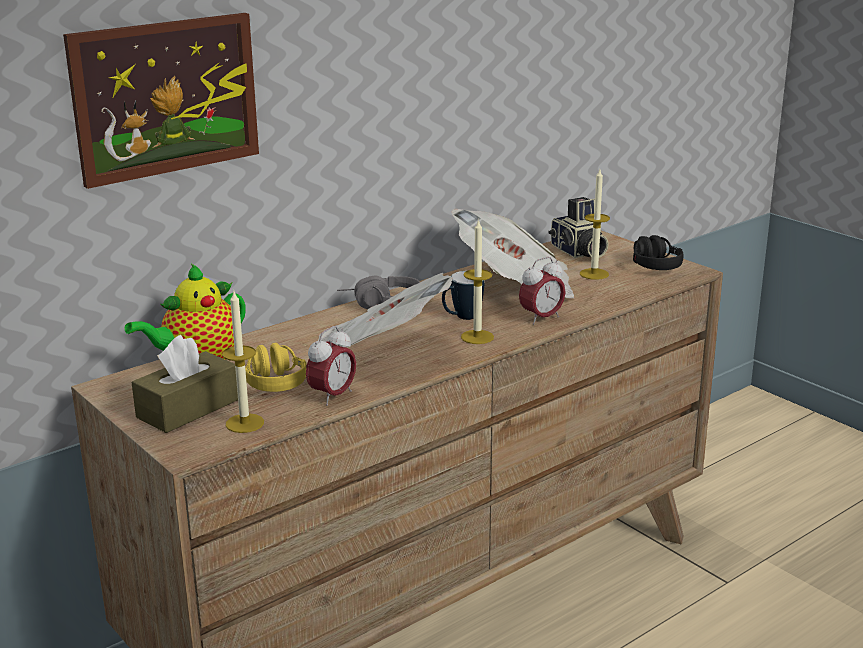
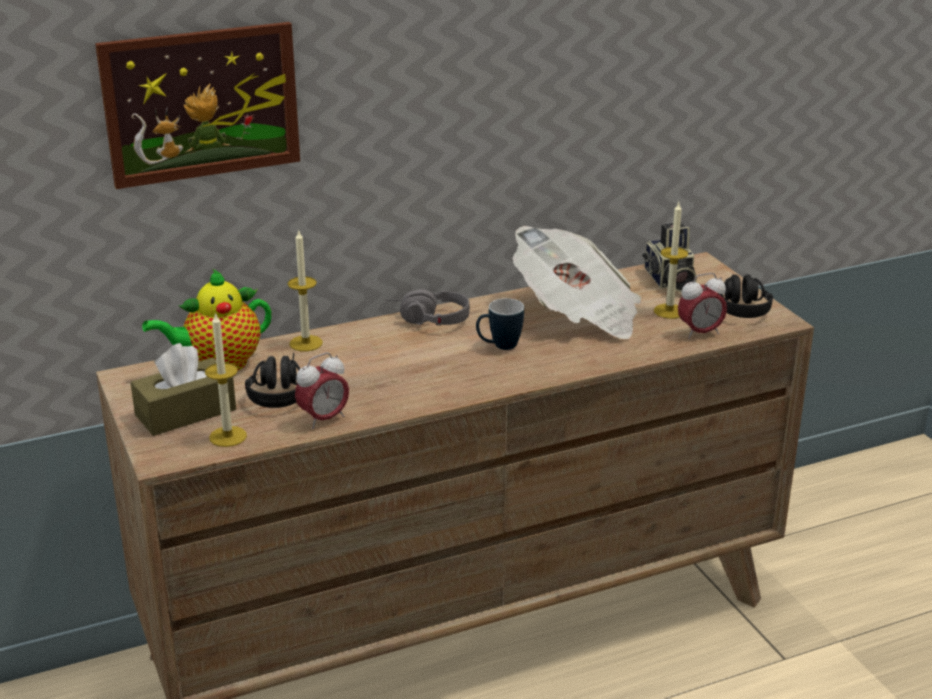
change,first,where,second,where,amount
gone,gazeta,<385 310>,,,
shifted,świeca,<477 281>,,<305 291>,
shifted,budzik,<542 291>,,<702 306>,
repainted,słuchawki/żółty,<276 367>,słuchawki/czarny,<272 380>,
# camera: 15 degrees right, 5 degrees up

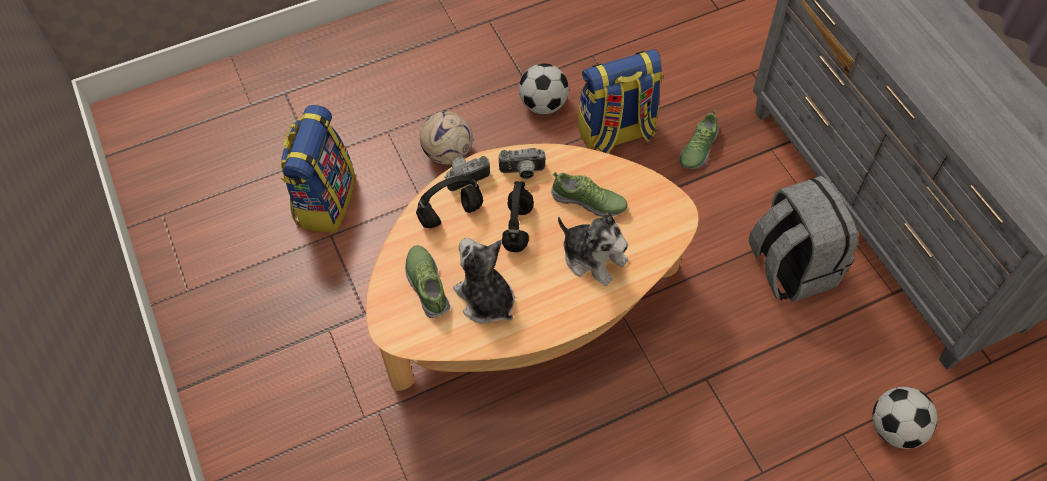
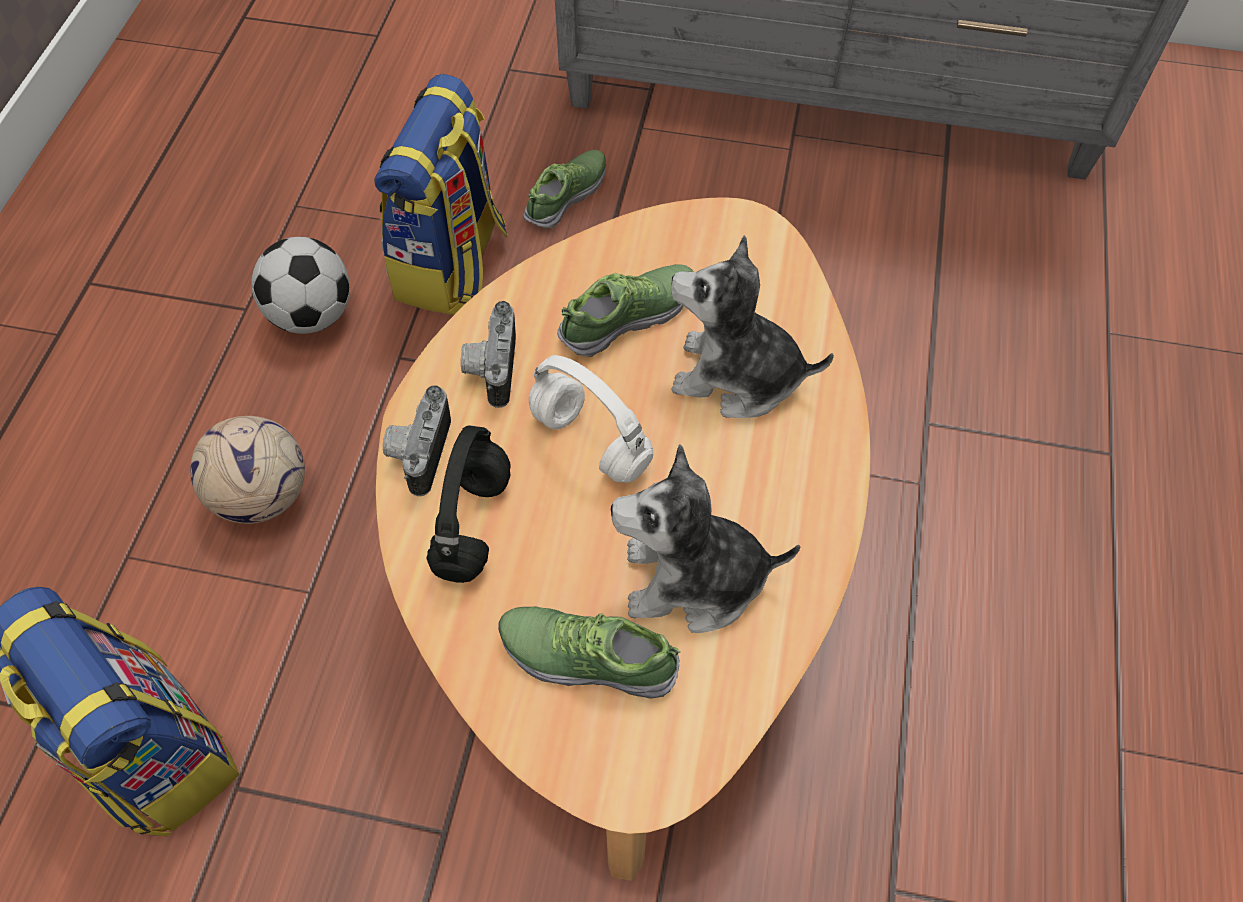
change,first,where,second,where,amount
gone,plecak/szary,<803 239>,,,
gone,piłka futbolowa,<904 418>,,,
repainted,słuchawki/czarny,<518 216>,słuchawki/biały,<591 419>,
rotated,aparat fotograficzny,<522 163>,,<488 354>,150 degrees clockwise
rotated,pluszak,<593 249>,,<752 326>,150 degrees counterclockwise
rotated,but,<699 139>,,<564 189>,120 degrees counterclockwise
# camera: 55 degrees left, 0 degrees up

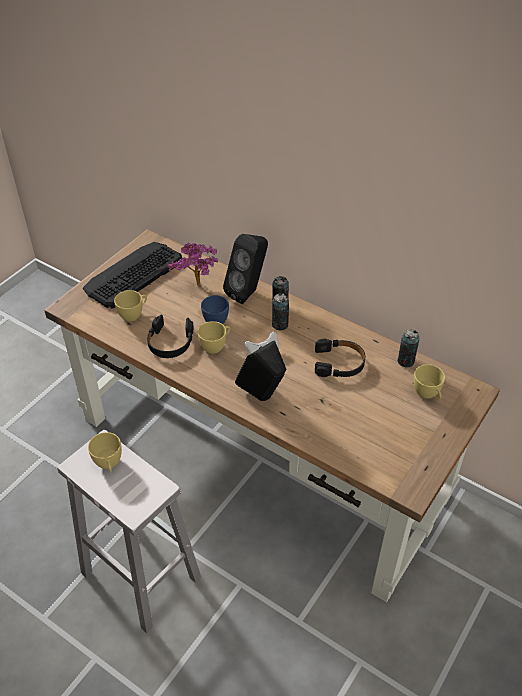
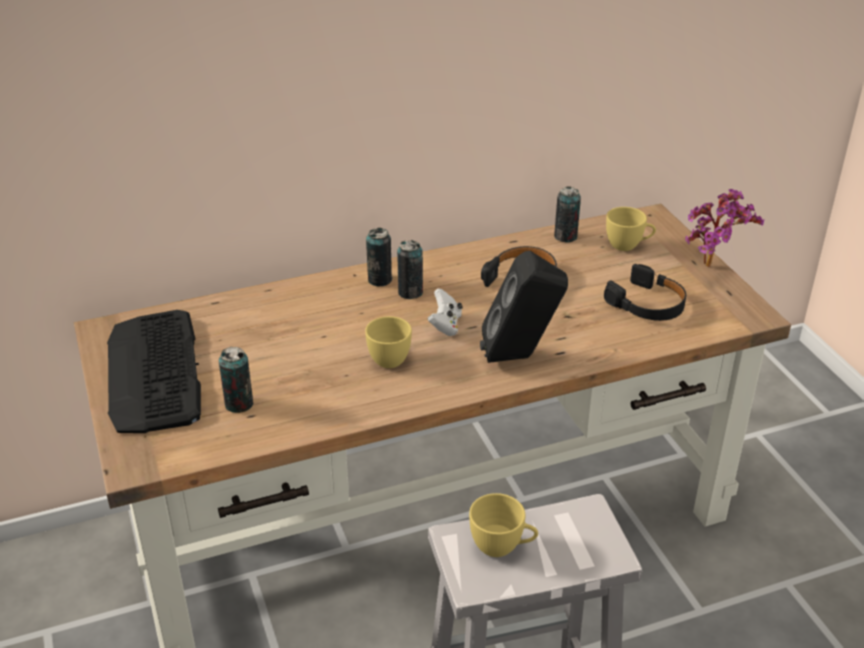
change,first,where,second,where,amount
gone,filiżanka/niebieski,<215 309>,,,
gone,głośnik/czarny,<245 269>,,,
shifted,słuchawki/czarny,<170 336>,,<645 292>,
shifted,roślina doniczkowa,<192 264>,,<724 228>,
swapped,filiżanka/żółty,<130 305>,puszka,<236 380>,
# camera: 55 degrees left, 10 degrees down

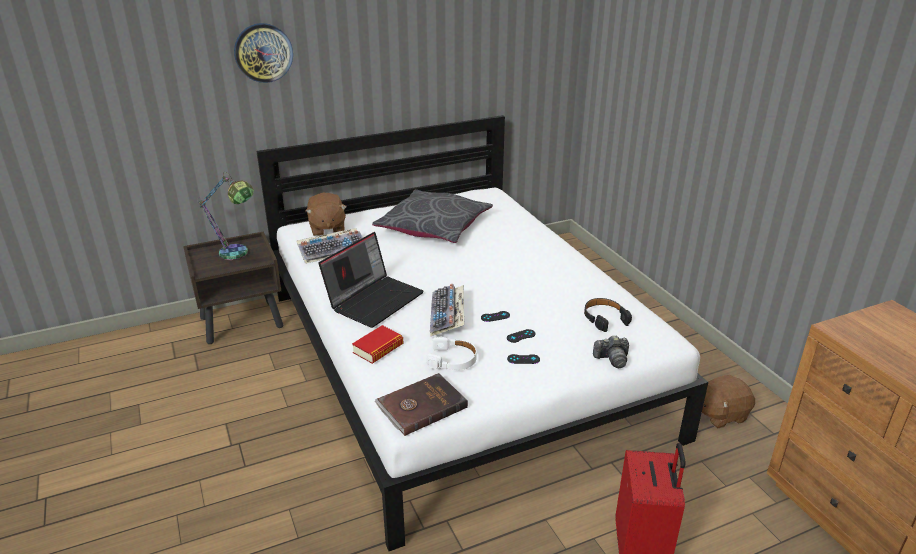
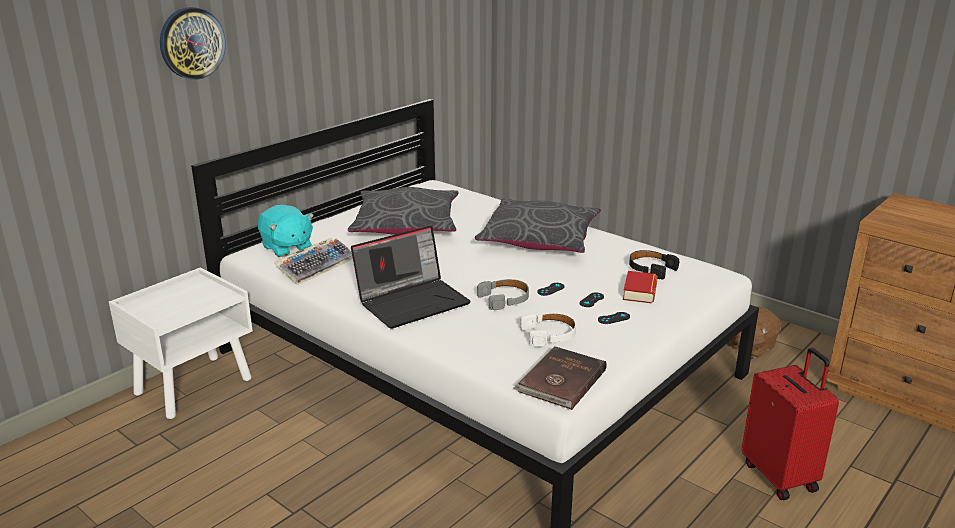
change,first,where,second,where,amount
gone,lampa stołowa,<225 216>,,,
gone,aparat fotograficzny,<611 351>,,,
new,,,poduszka/szary,<538 226>,
shifted,książka,<377 344>,,<640 287>,
swapped,klawiatura,<447 310>,słuchawki/szary,<503 294>,
repainted,szafka nocna/brązowy,<233 287>,szafka nocna/biały,<181 343>,
repainted,pluszak/brązowy,<326 214>,pluszak/turkusowy,<286 231>,
rotated,laptop,<371 280>,,<411 277>,45 degrees clockwise
# camera: 25 degrees left, 5 degrees down

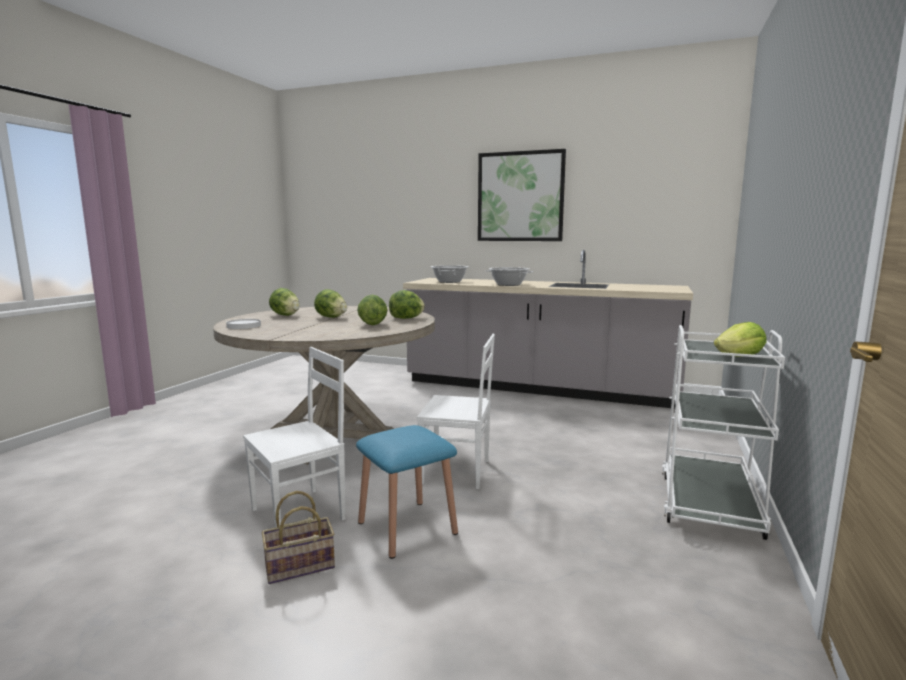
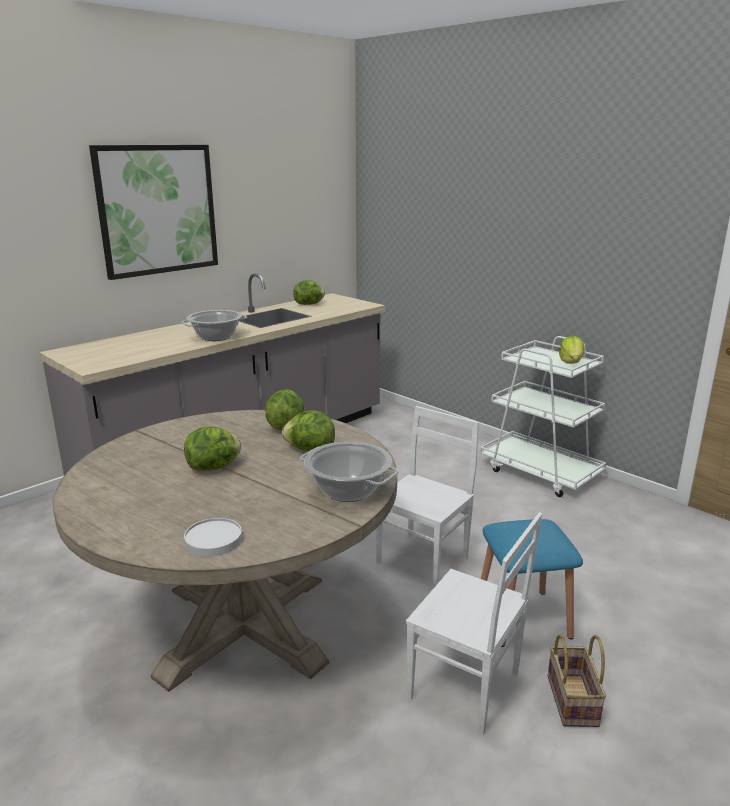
change,first,where,second,where,amount
shifted,sałata,<284 302>,,<309 292>,
shifted,garnek,<450 274>,,<349 471>,
rotated,krzesło/biały,<294 437>,,<474 623>,135 degrees clockwise
# camera: 65 degrees left, 10 degrees up

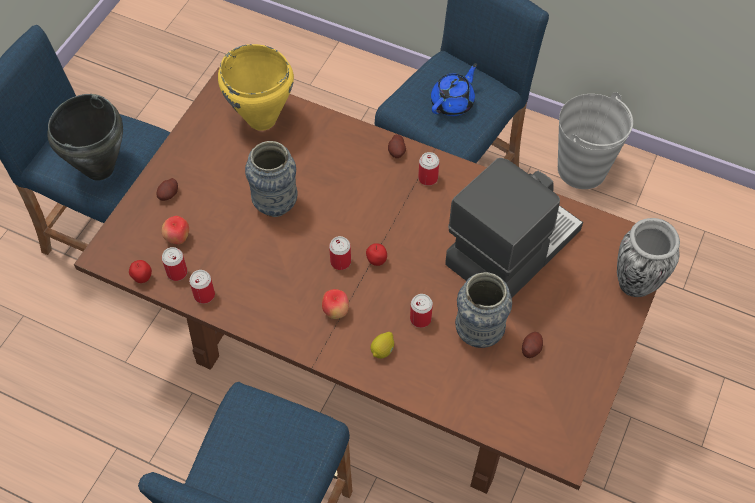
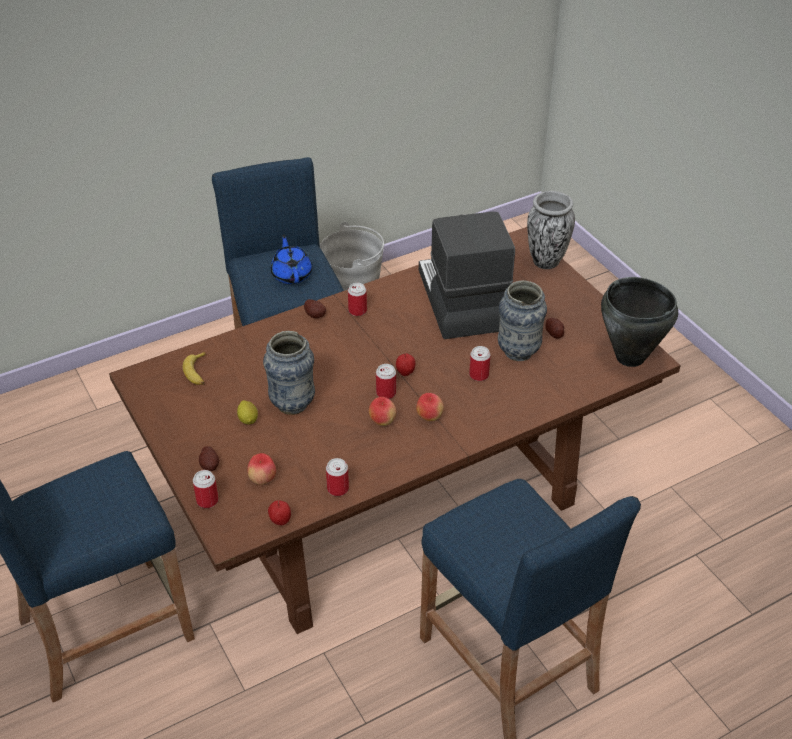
change,first,where,second,where,amount
new,,,jabłko,<383 411>,
shifted,garnek/czarny,<85 137>,,<639 322>,
shifted,puszka,<174 264>,,<206 489>,
shifted,cytryna,<382 345>,,<247 412>,
swapped,garnek/żółty,<256 87>,banan,<194 368>,
# camera: 55 degrees left, 15 degrees down

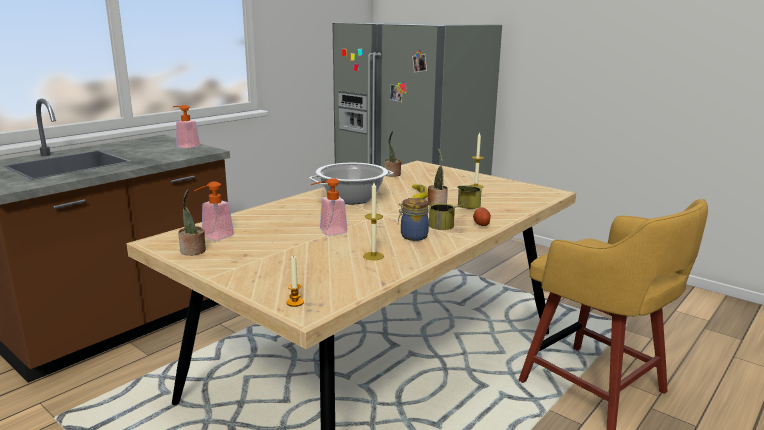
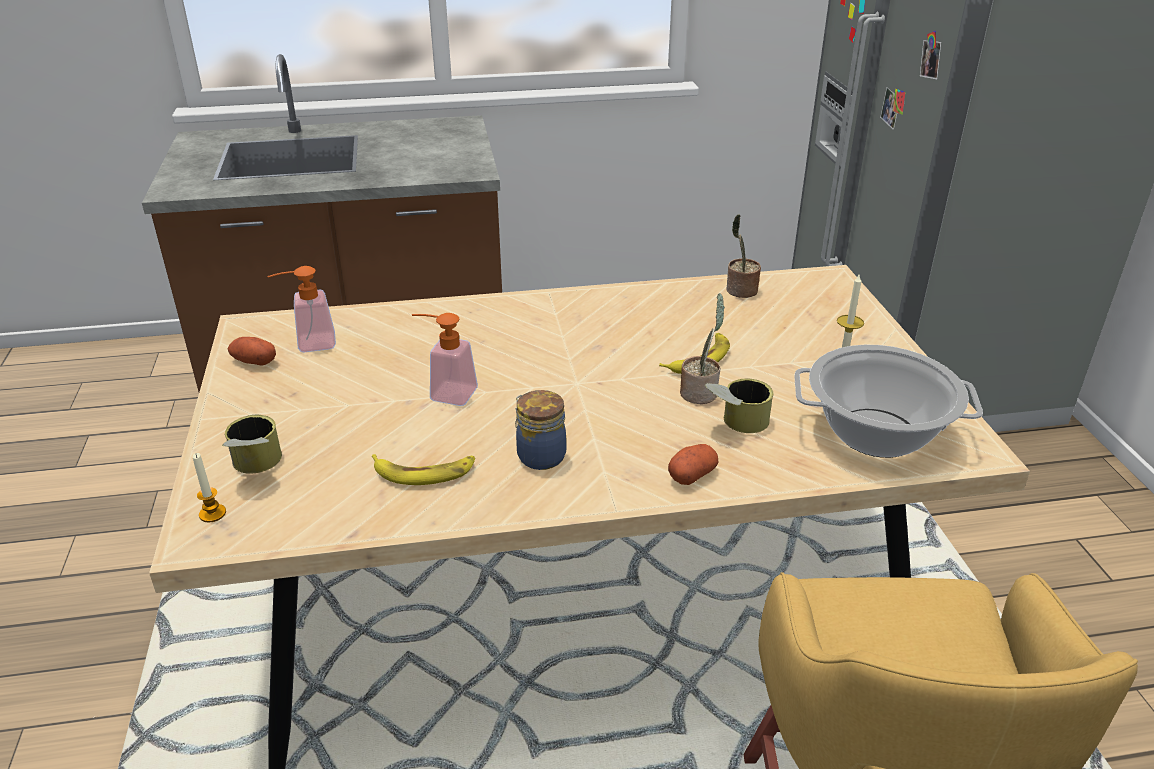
change,first,where,second,where,amount
gone,dozownik mydła,<186 127>,,,
shifted,garnek,<351 183>,,<888 401>,
shifted,puszka,<449 216>,,<252 444>,
swapped,roślina doniczkowa,<192 222>,ziemniak,<252 351>,
swapped,świeca,<373 221>,banan,<423 469>,
# camera: 40 degrees right, 15 degrees up

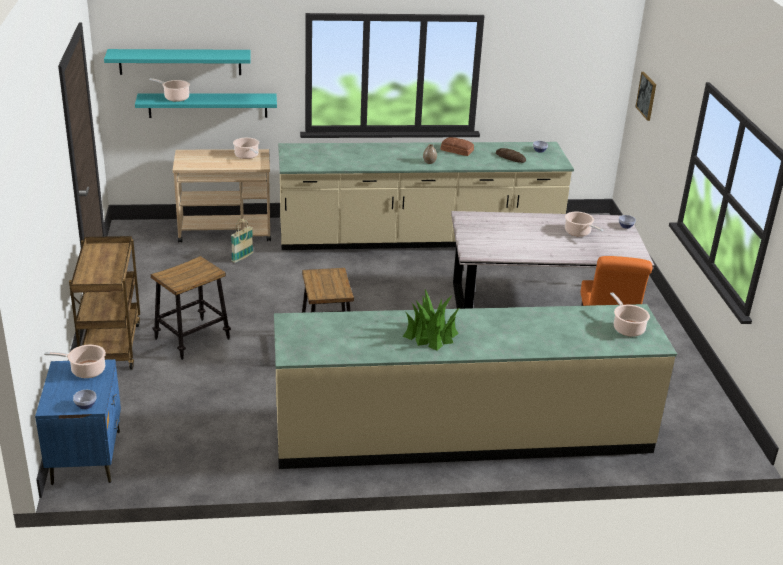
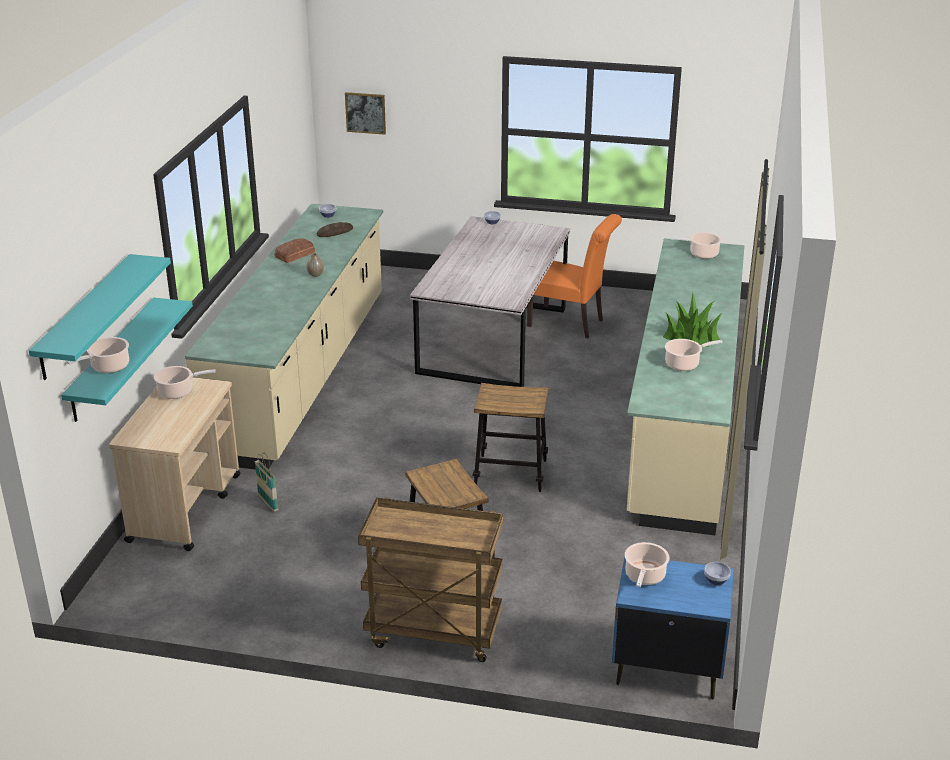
change,first,where,second,where,amount
shifted,garnek,<584 224>,,<694 355>,
# camera: 70 degrees left, 0 degrees up

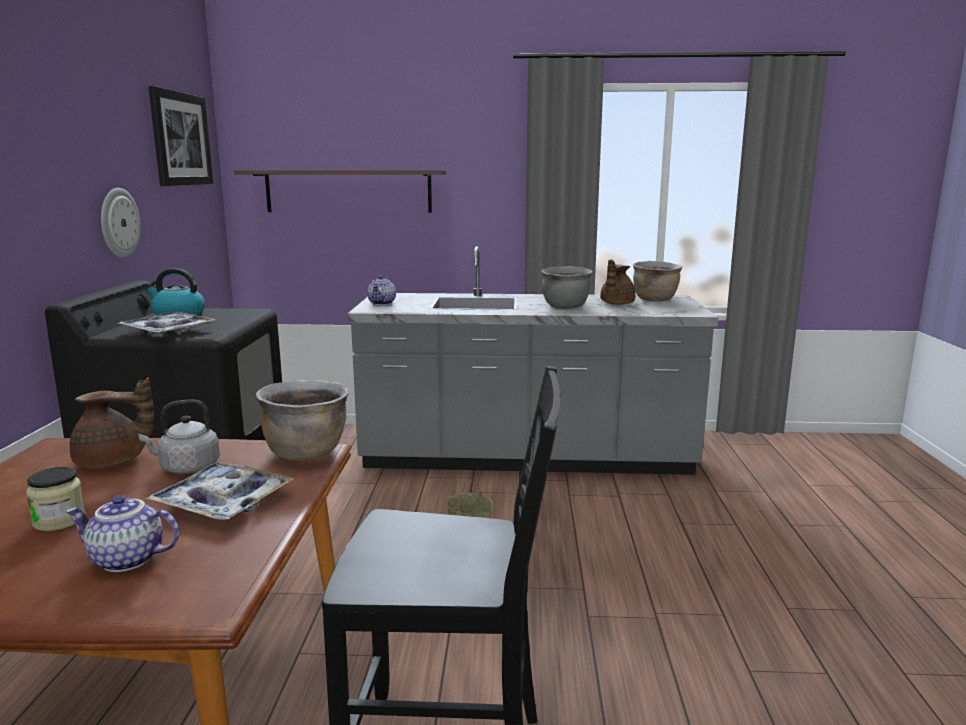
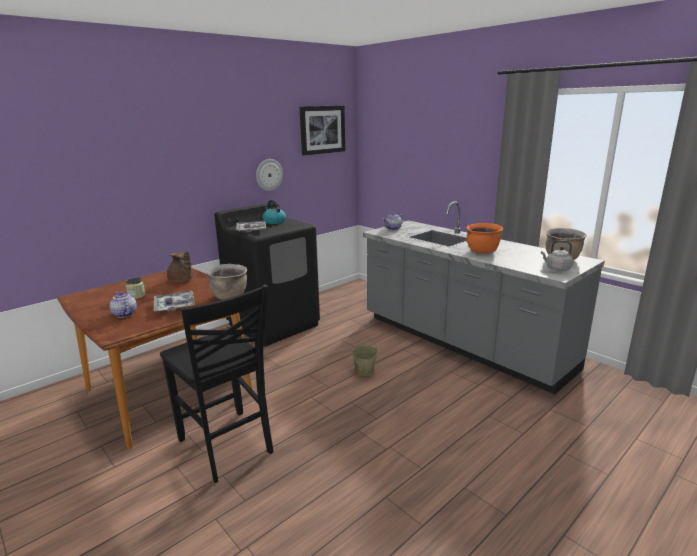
change,first,where,second,where,amount
gone,półka,<340 191>,,,
gone,imbryk/brązowy,<618 282>,,,
shifted,czajnik/szary,<179 436>,,<557 255>,
repainted,garnek/szary,<567 287>,garnek/pomarańczowy,<484 238>,
# camera: 45 degrees right, 5 degrees up

